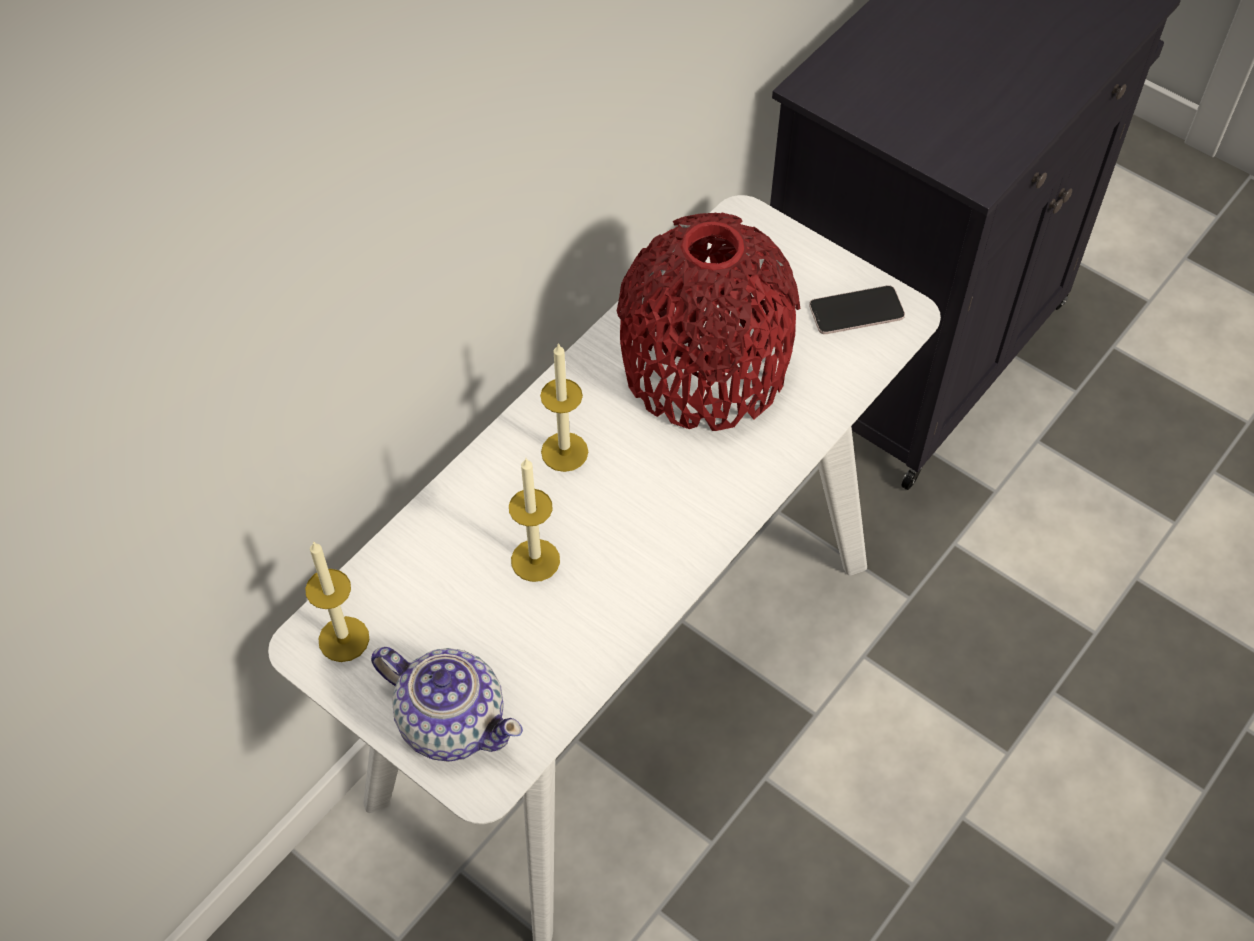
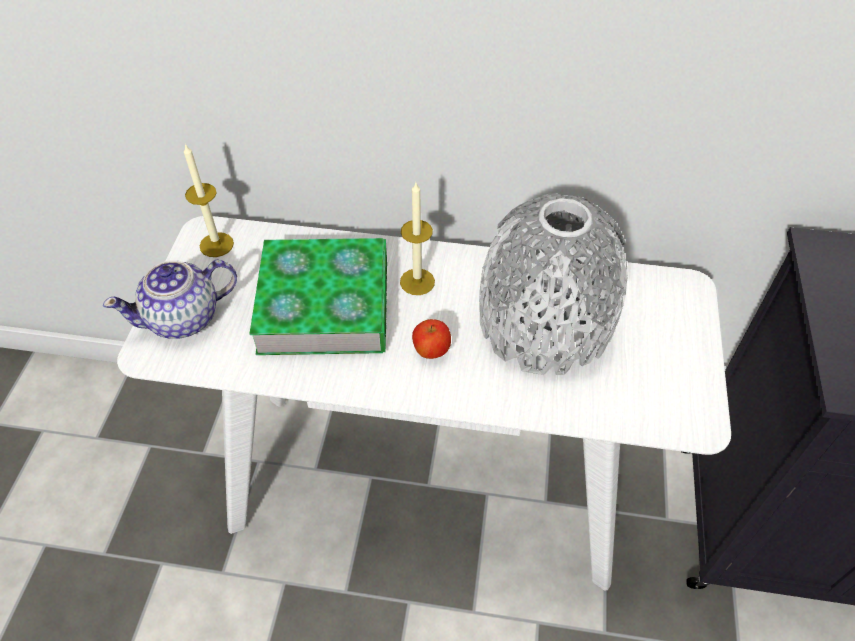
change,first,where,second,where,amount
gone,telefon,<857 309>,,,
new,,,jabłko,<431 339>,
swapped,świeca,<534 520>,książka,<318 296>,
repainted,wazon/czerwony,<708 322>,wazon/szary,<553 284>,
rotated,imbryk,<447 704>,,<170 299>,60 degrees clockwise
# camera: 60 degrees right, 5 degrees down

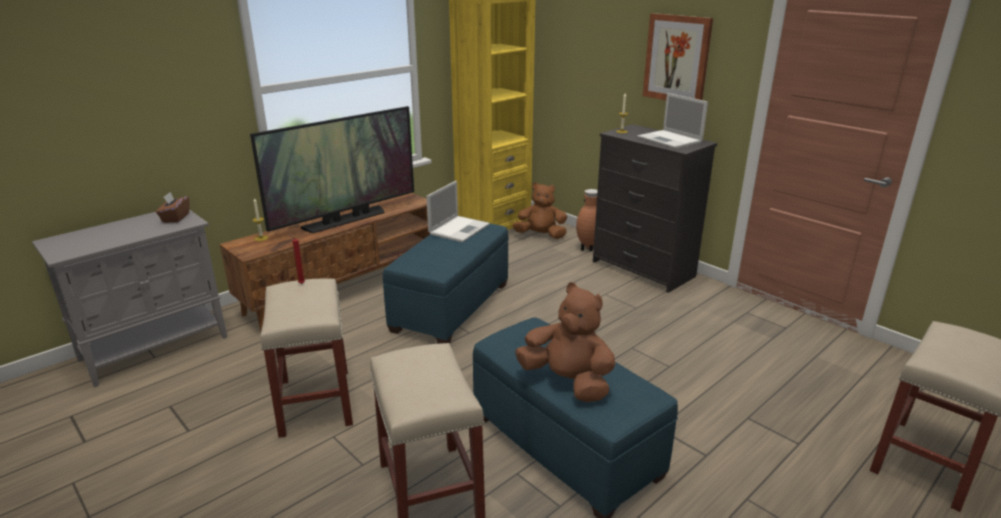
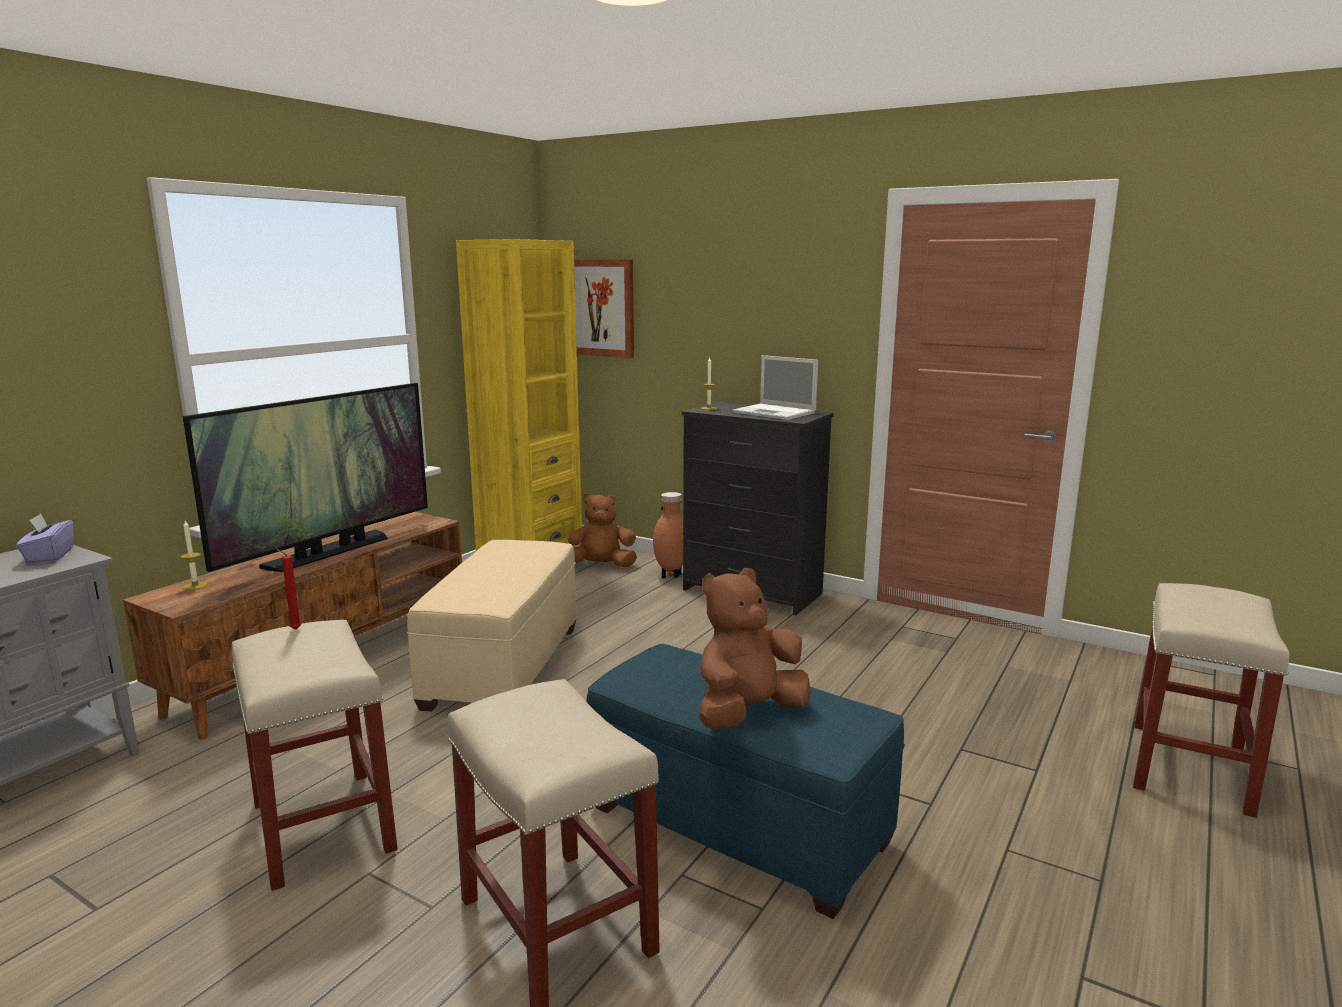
change,first,where,second,where,amount
gone,laptop,<458 211>,,,
shifted,obraz,<678 56>,,<604 309>,
repainted,pudełko chusteczek/brązowy,<173 207>,pudełko chusteczek/fioletowy,<45 538>,
repainted,pufa/niebieski,<446 283>,pufa/beżowy,<491 626>,
rotated,pluszak/brązowy,<565 342>,,<754 648>,60 degrees counterclockwise
# camera: 15 degrees left, 10 degrees down

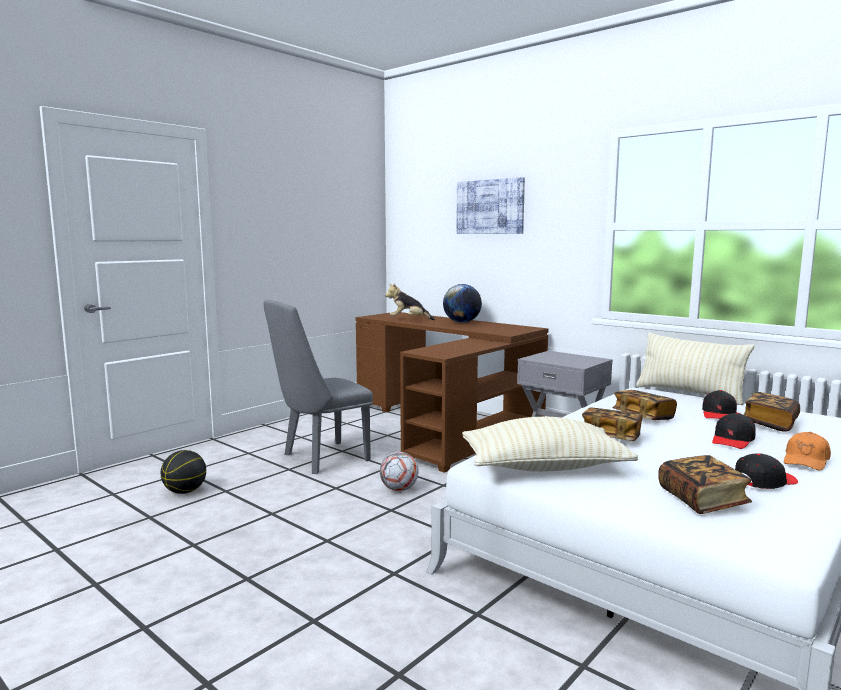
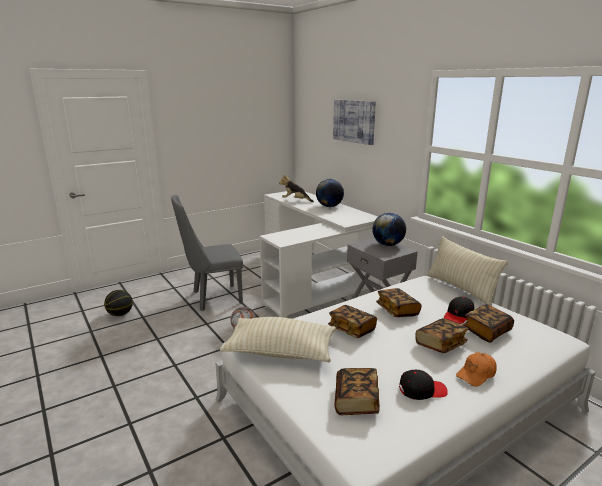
change,first,where,second,where,amount
new,,,globus,<389 229>,
swapped,czapka z daszkiem/czarny,<734 431>,książka,<441 335>,
repainted,biurko/brązowy,<451 392>,biurko/biały,<320 254>,
# camera: 15 degrees right, 10 degrees up

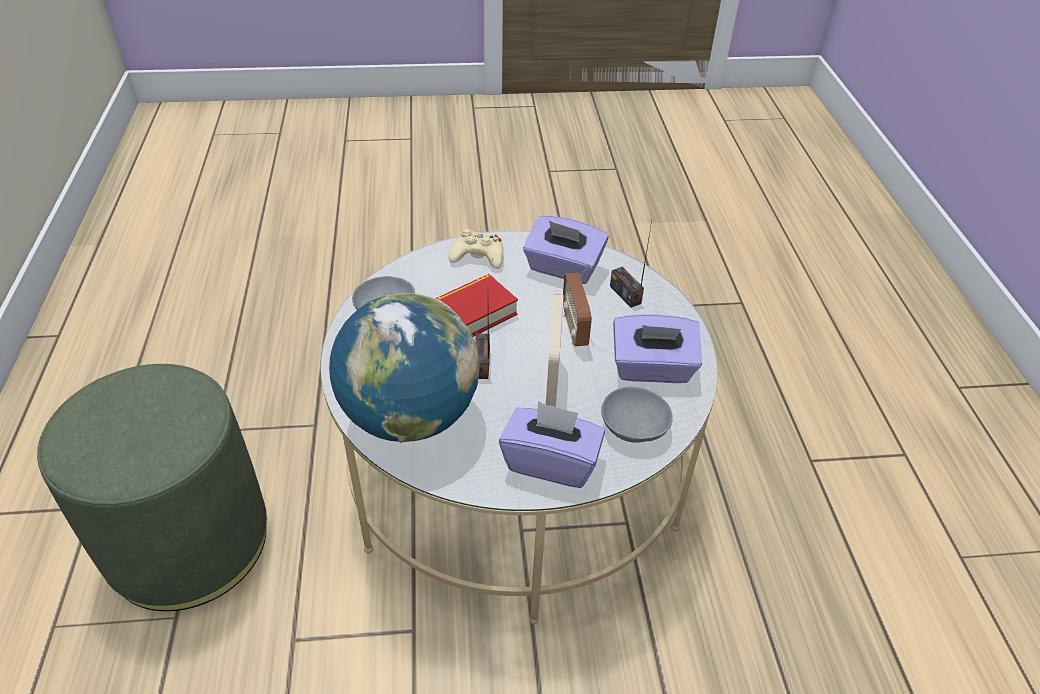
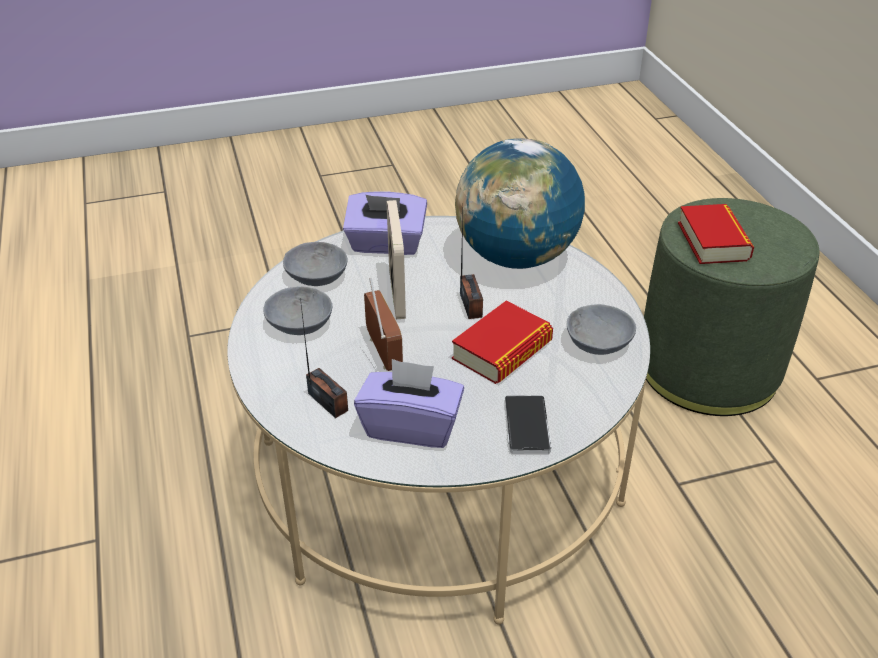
change,first,where,second,where,amount
new,,,książka,<716 234>,
swapped,pad do gier/beżowy,<476 249>,telefon,<528 424>,
swapped,pudełko chusteczek/fioletowy,<657 348>,miska/szary,<297 311>,
# camera: 170 degrees right, 5 degrees down

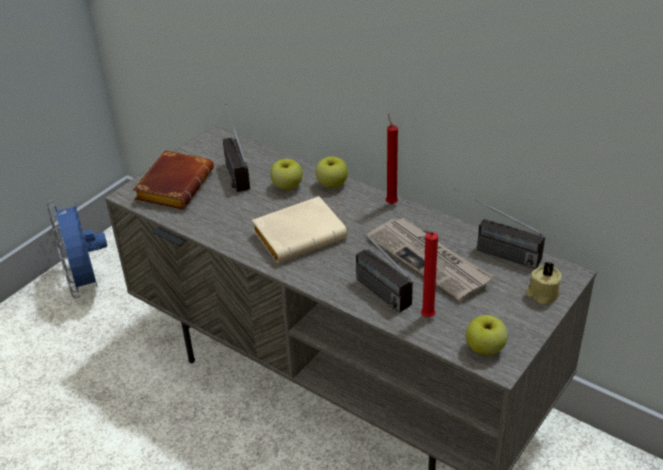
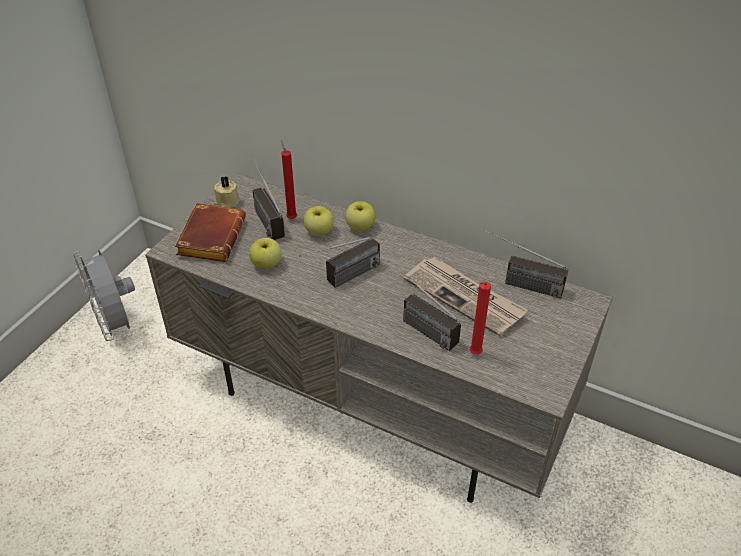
change,first,where,second,where,amount
shifted,świeca/czerwony,<392 158>,,<289 179>,
shifted,jabłko,<487 335>,,<265 253>,
shifted,świeca/beżowy,<544 283>,,<227 192>,
swapped,książka/beżowy,<299 229>,radio,<339 262>,
repainted,wentylator/niebieski,<77 249>,wentylator/szary,<104 295>,
# camera: 10 degrees left, 5 degrees up

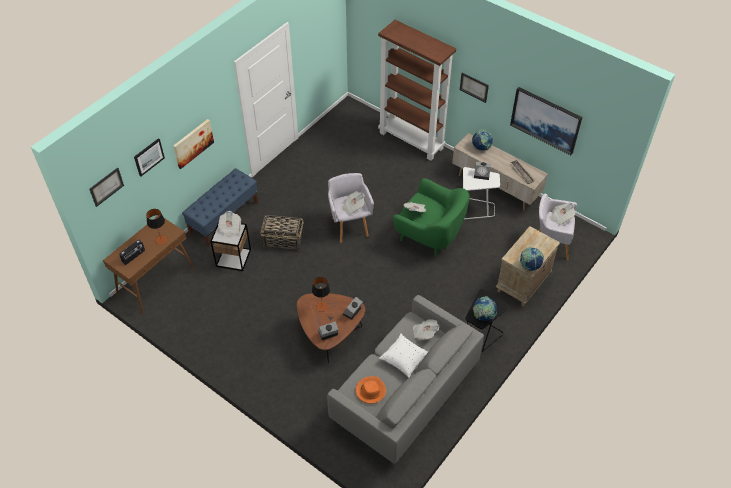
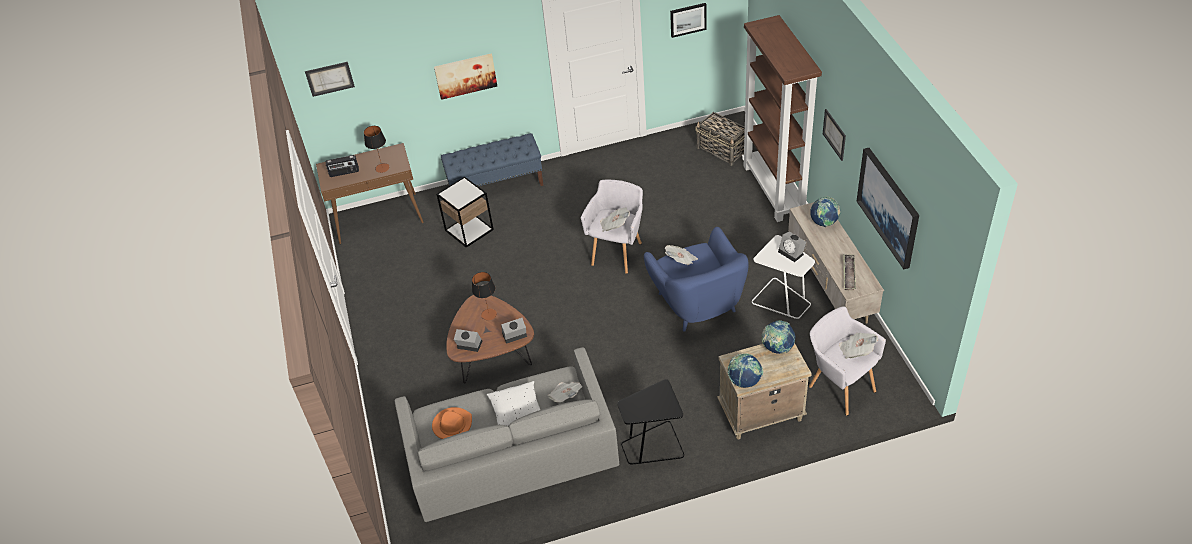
change,first,where,second,where,amount
gone,gazeta,<229 225>,,,
shifted,obraz,<149 157>,,<688 20>,
shifted,koszyk,<282 233>,,<720 139>,
shifted,globus,<485 308>,,<778 337>,
repainted,fotel/zielony,<431 217>,fotel/niebieski,<696 279>,
# camera: 40 degrees right, 5 degrees down

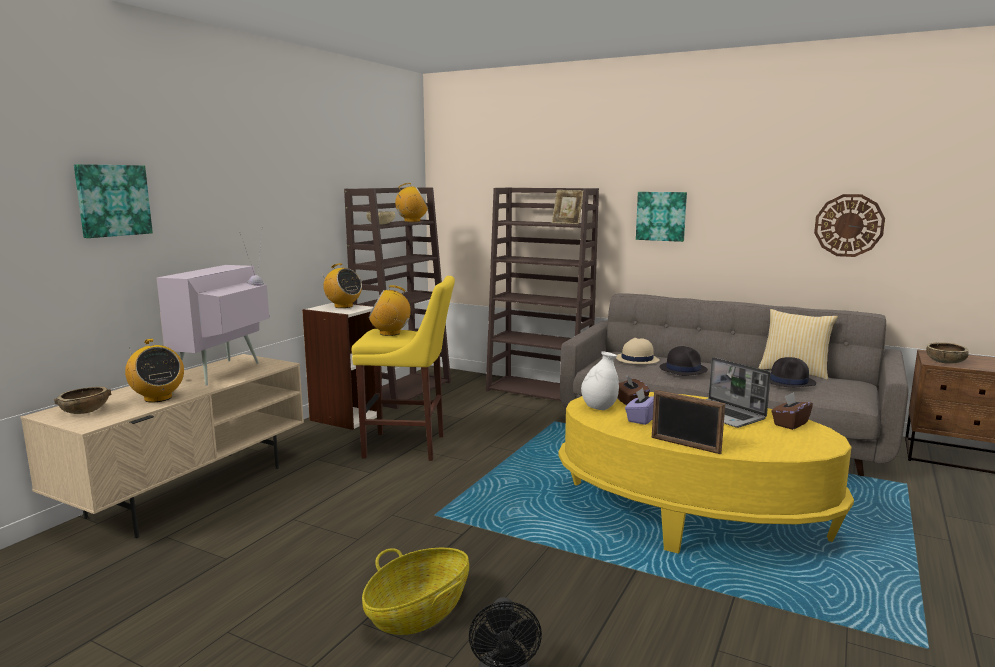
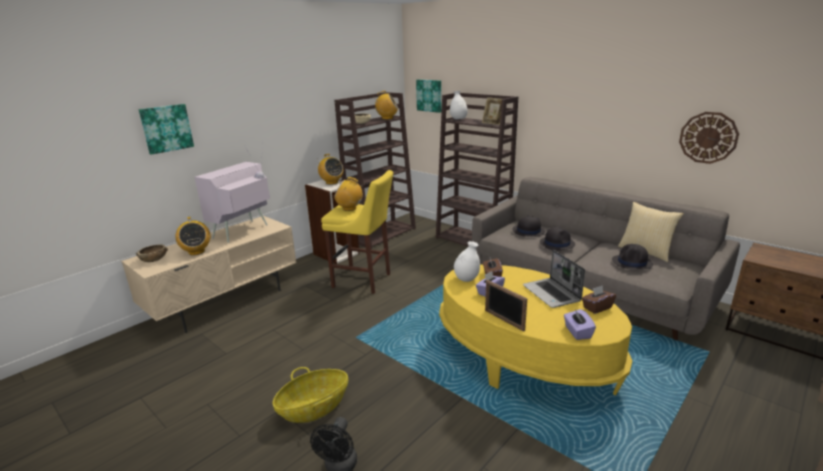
change,first,where,second,where,amount
gone,miska/brązowy,<947 353>,,,
new,,,wazon/biały,<459 105>,
new,,,pudełko chusteczek/fioletowy,<580 324>,
shifted,obraz,<661 217>,,<429 96>,
repainted,kapelusz/beżowy,<638 351>,kapelusz/czarny,<529 226>,
# camera: 15 degrees right, 10 degrees up

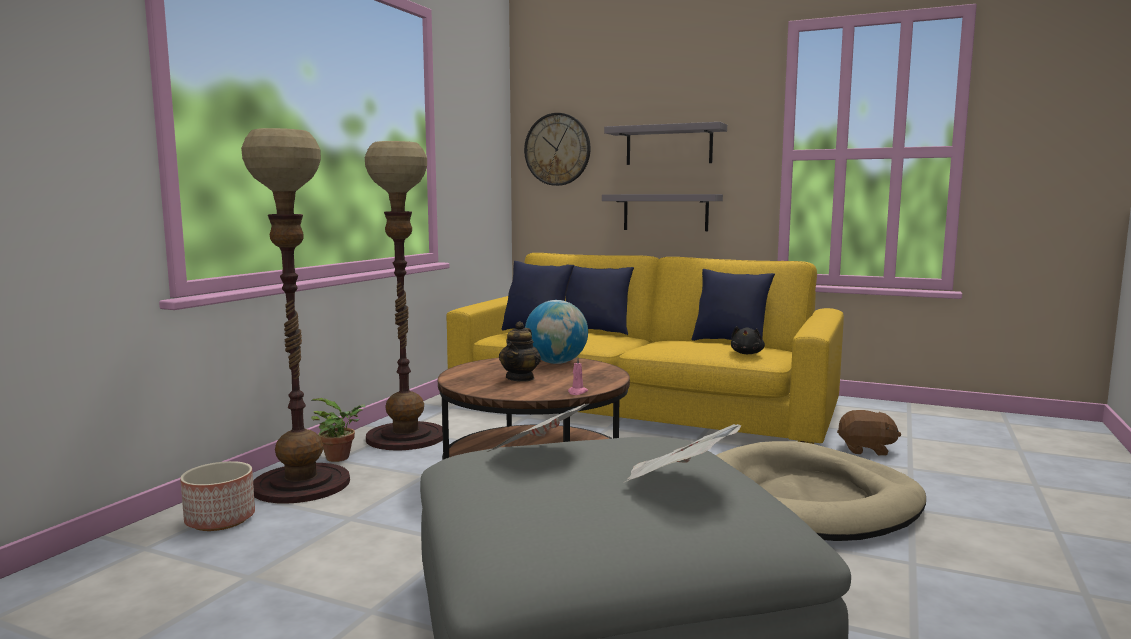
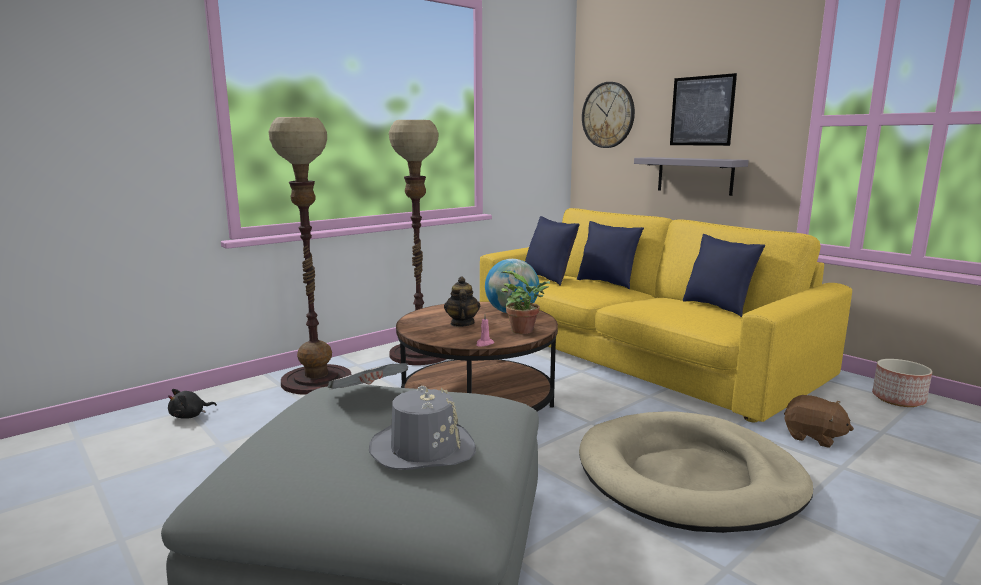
change,first,where,second,where,amount
shifted,donica,<217 496>,,<902 383>,
shifted,roślina doniczkowa,<338 430>,,<525 302>,
shifted,pluszak/czarny,<748 340>,,<192 404>,
swapped,półka/szary,<665 143>,obraz,<703 109>,
swapped,gazeta,<683 453>,kapelusz/szary,<422 427>,
rotated,imbryk,<520 351>,,<462 302>,135 degrees clockwise
# camera: 25 degrees right, 5 degrees up

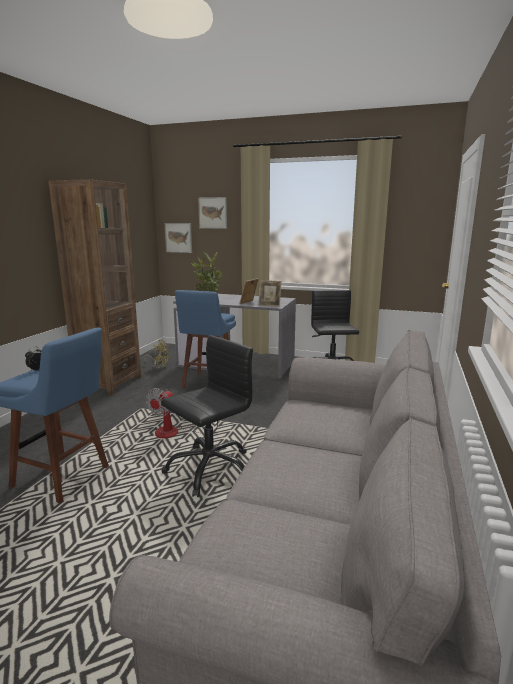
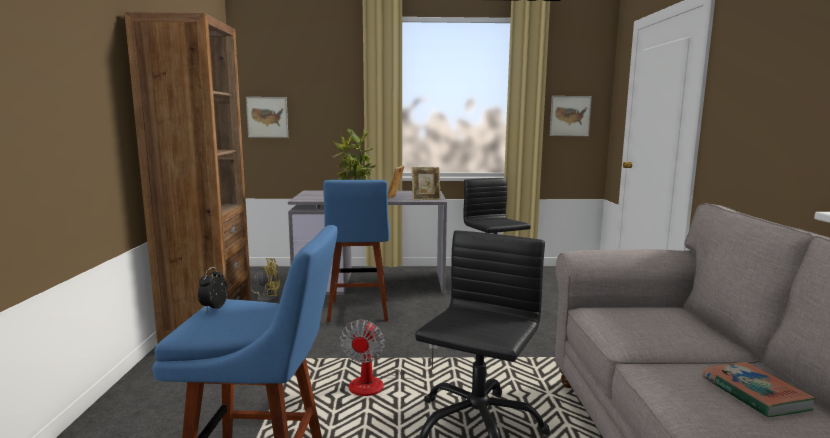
change,first,where,second,where,amount
new,,,książka,<759 390>,
shifted,obraz,<212 213>,,<571 116>,
# camera: 20 degrees left, 5 degrees down

